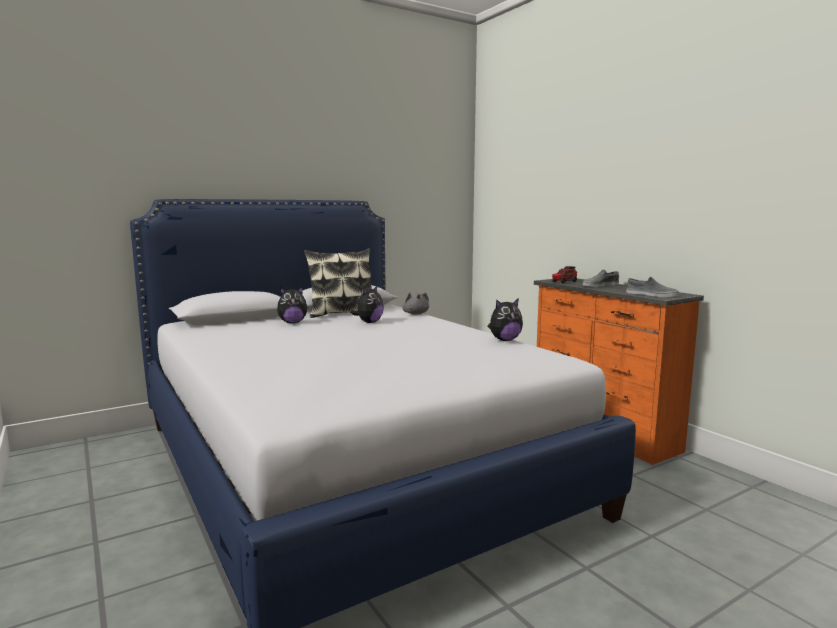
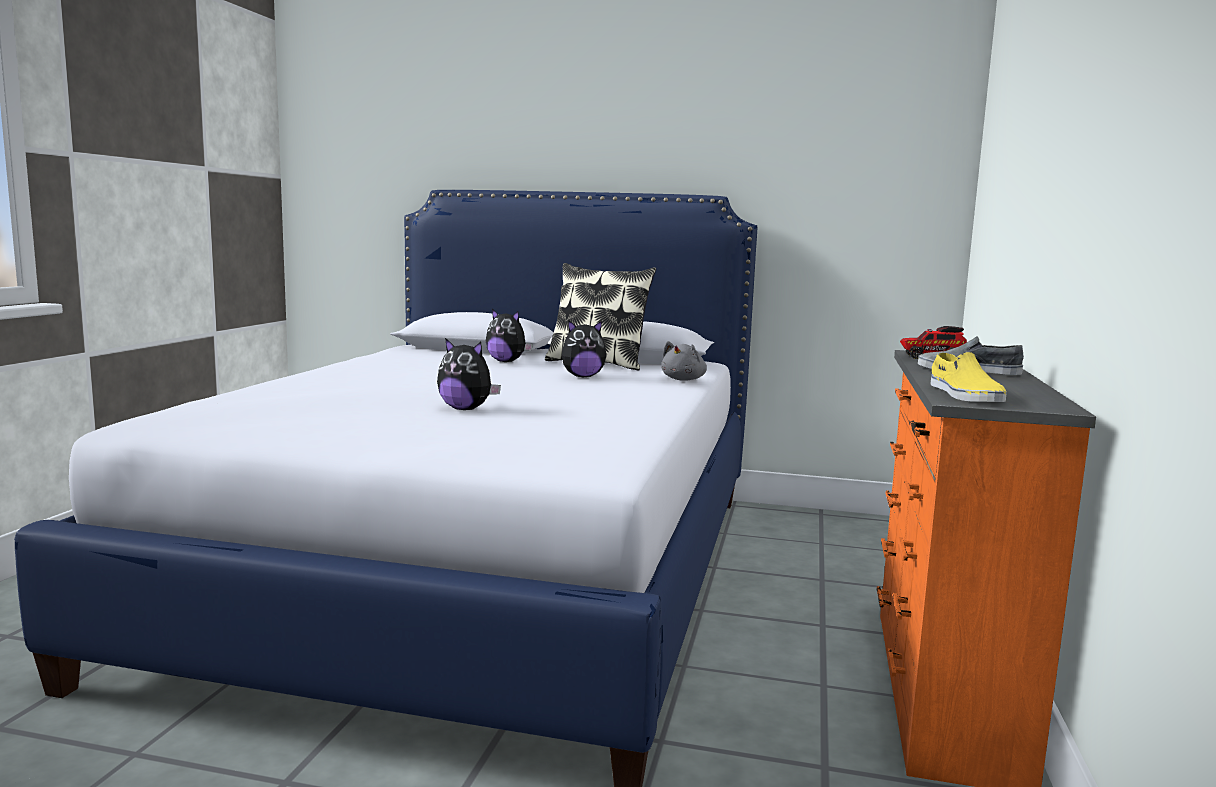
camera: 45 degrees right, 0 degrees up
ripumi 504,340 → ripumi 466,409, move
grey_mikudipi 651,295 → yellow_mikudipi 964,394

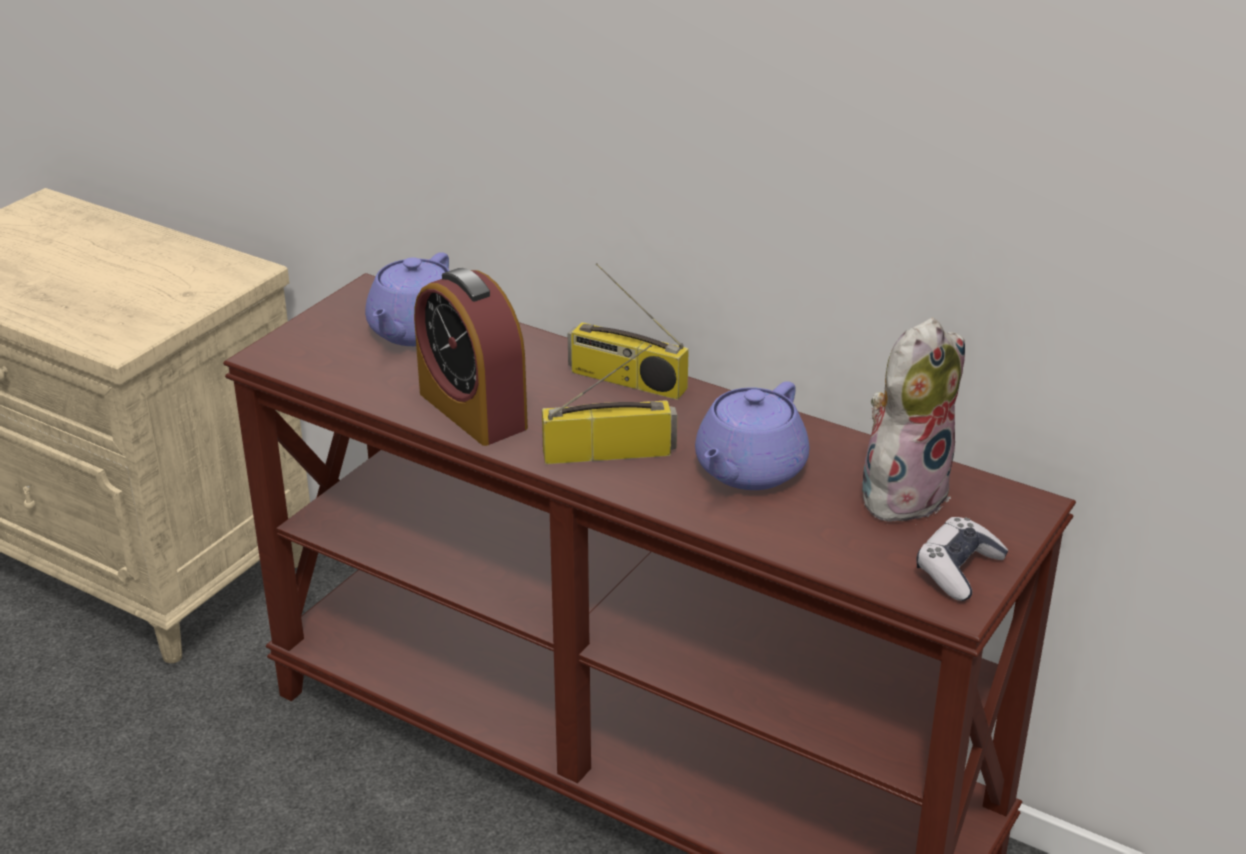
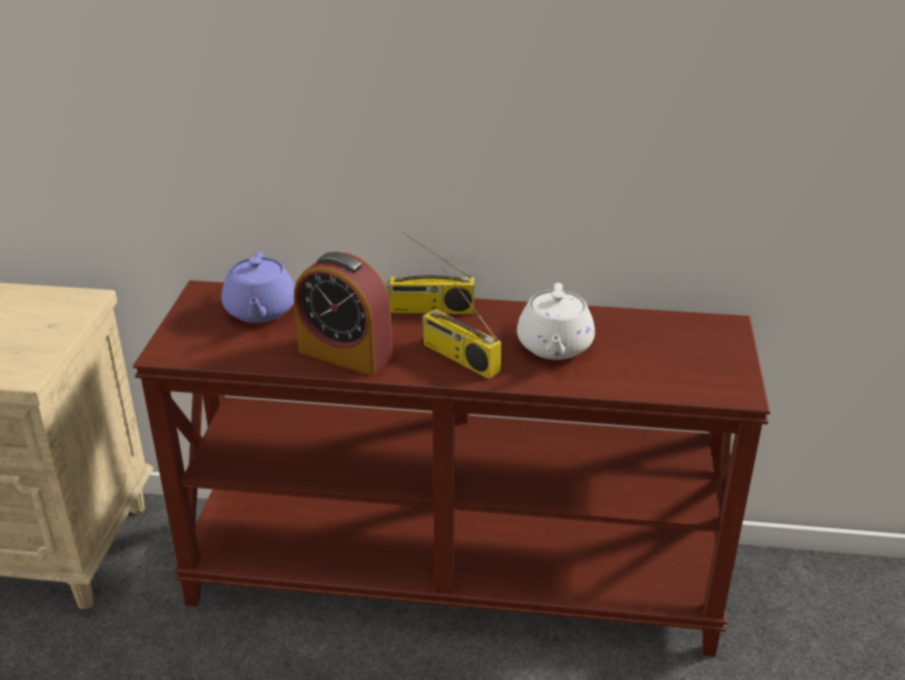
camera: 25 degrees left, 0 degrees up
ripumi 903,492 → -
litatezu 958,570 → -
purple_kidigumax 748,470 → white_kidigumax 554,346
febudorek 609,452 → febudorek 458,358, 105 degrees counterclockwise

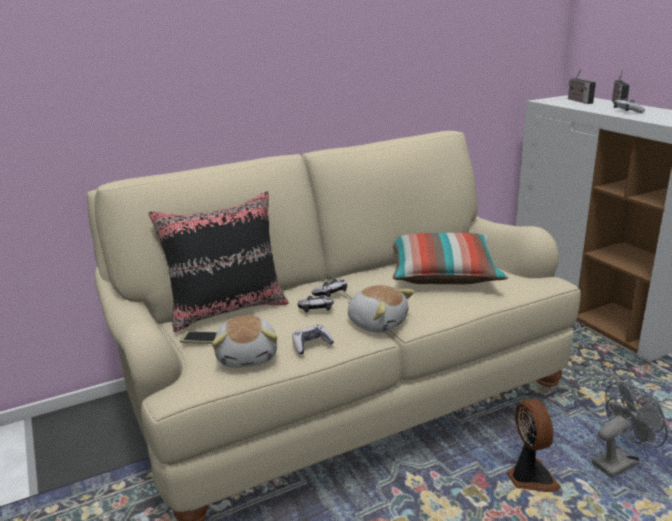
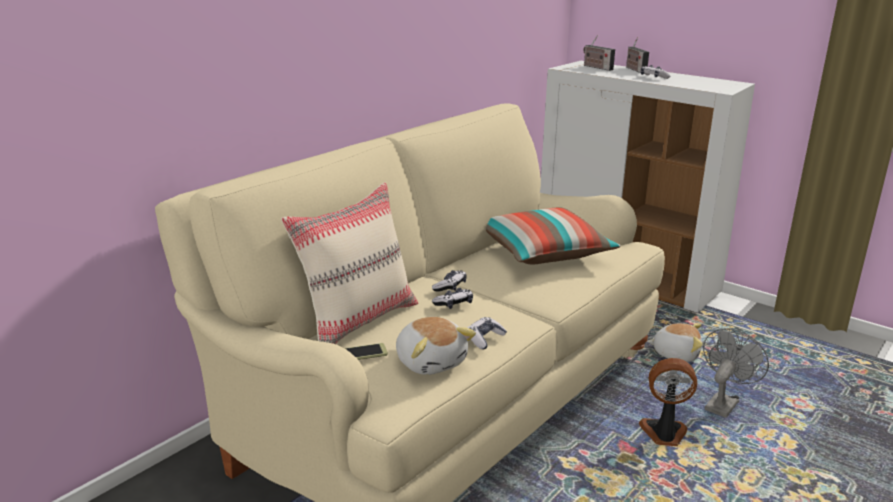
camera: 25 degrees left, 0 degrees up
ripumi 377,323 → ripumi 675,353, move
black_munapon 228,309 → beige_munapon 358,320
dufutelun 530,477 → dufutelun 664,434, 45 degrees counterclockwise

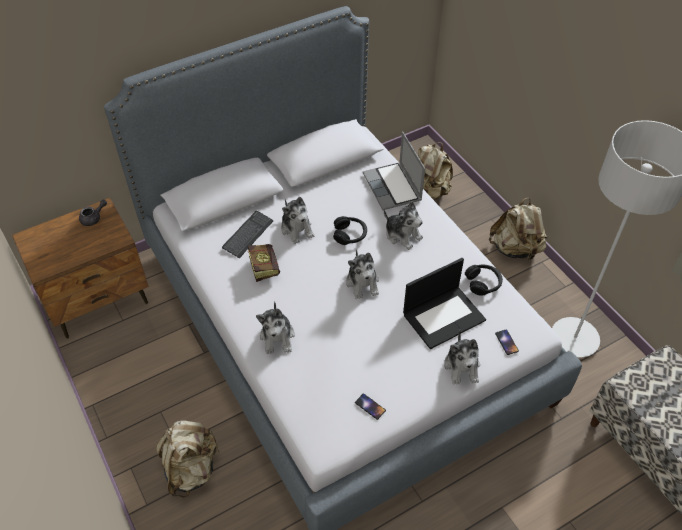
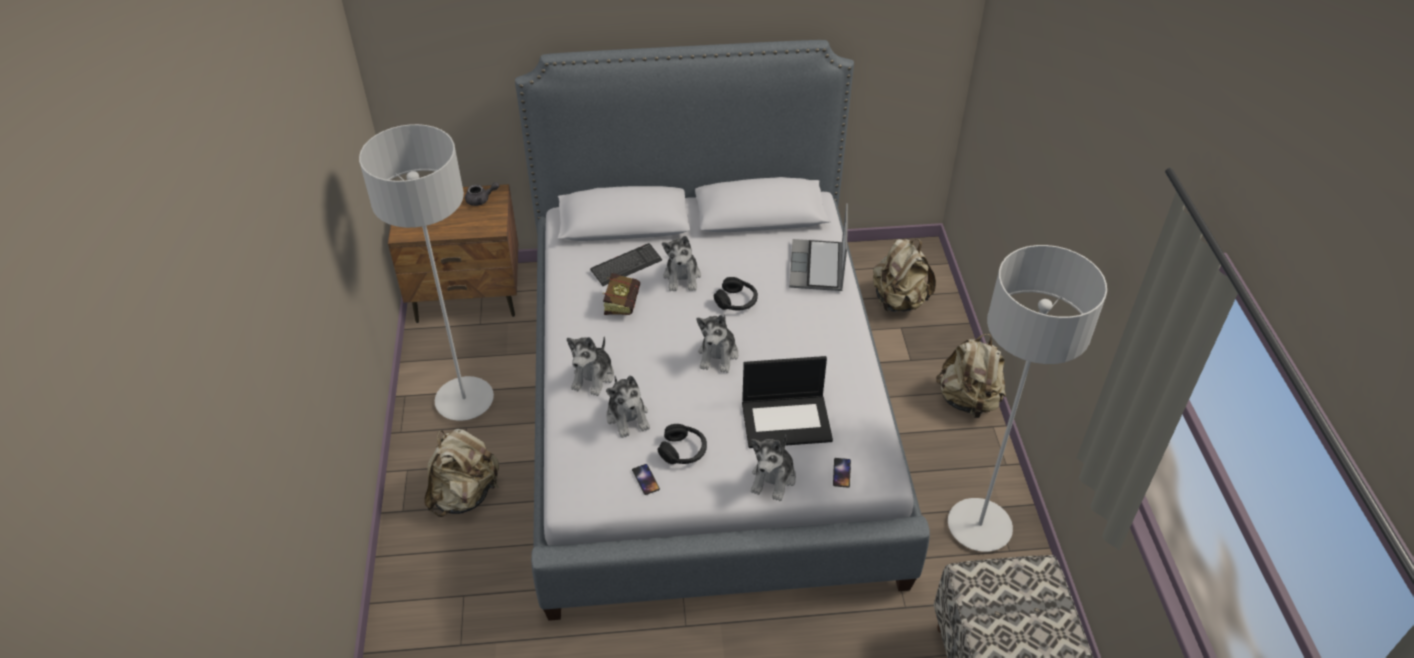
camera: 25 degrees right, 5 degrees down
- → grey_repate 464,400
ripumi 402,235 → ripumi 628,417, move
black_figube 483,283 → black_figube 683,451, move

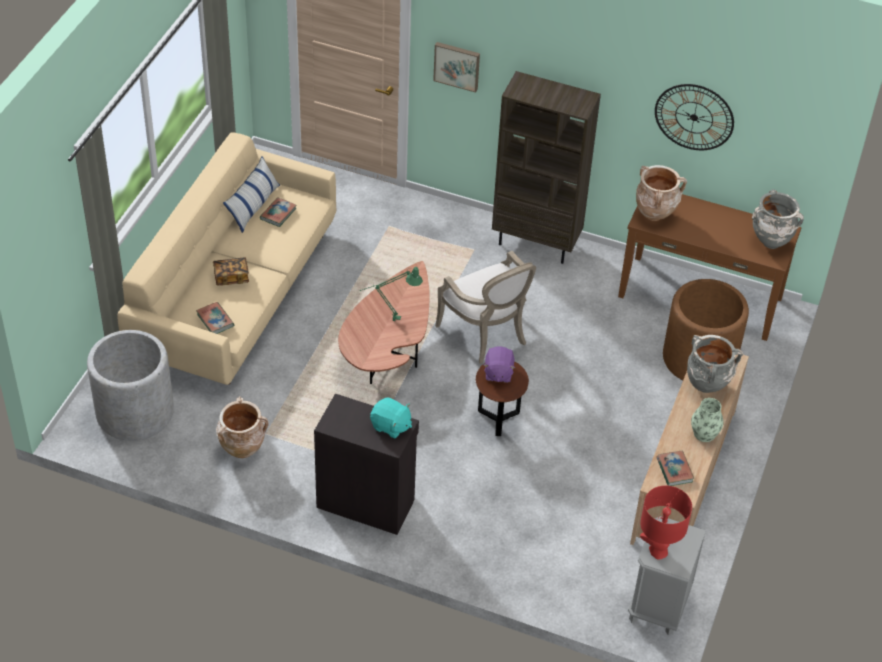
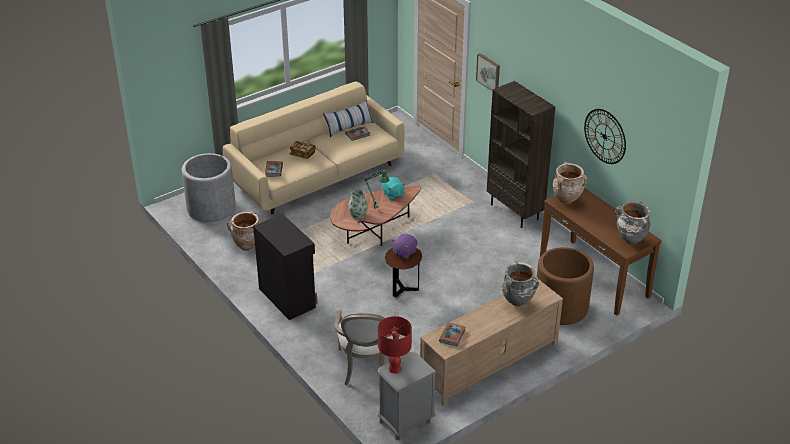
camera: 35 degrees right, 10 degrees down
turquoise_ripumi 391,426 → turquoise_ripumi 393,194, move
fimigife 487,335 → fimigife 367,369, move
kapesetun 704,433 → kapesetun 358,215, move

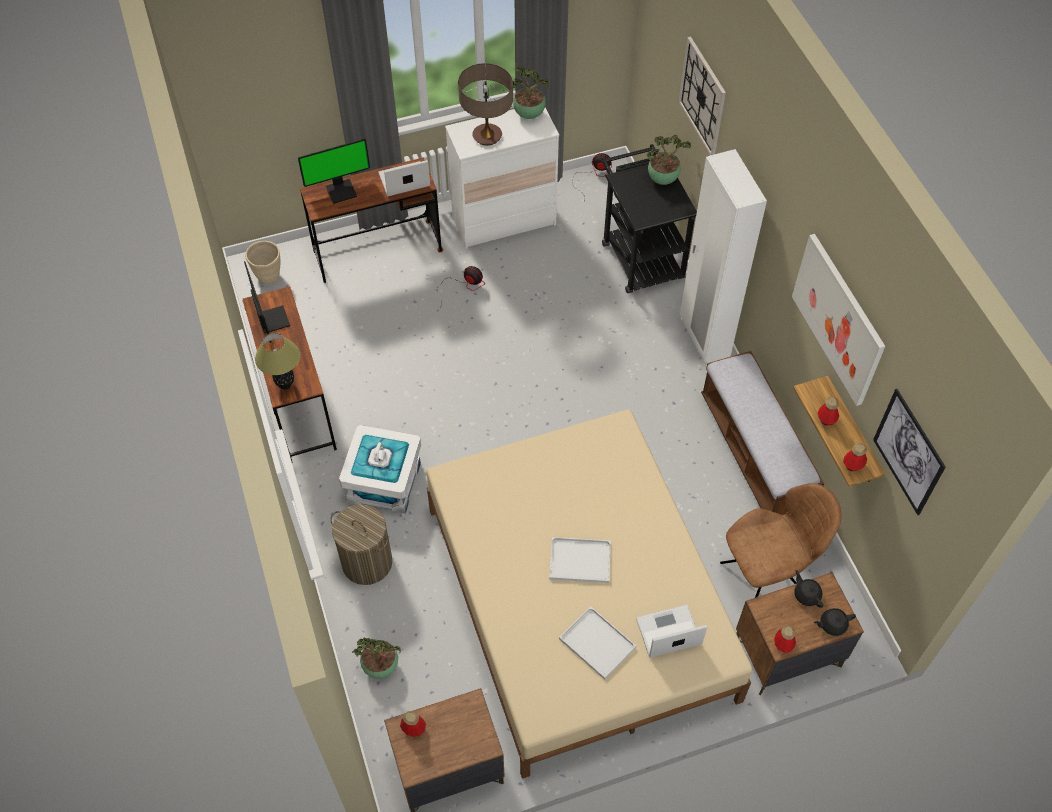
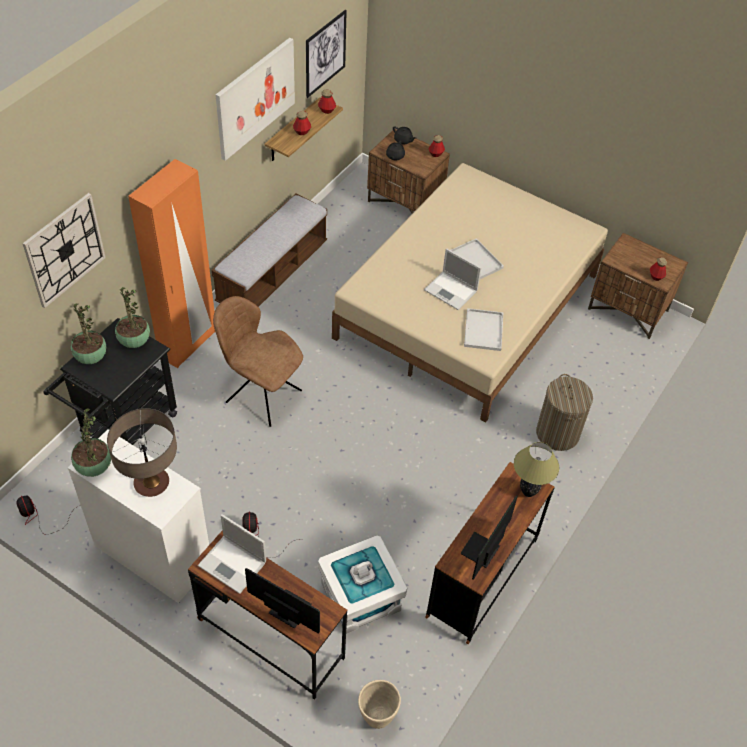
camera: 130 degrees left, 5 degrees down
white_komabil 384,482 → white_komabil 361,597, move
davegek 382,666 → davegek 134,341, move
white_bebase 595,642 → white_bebase 484,331, move
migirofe 667,632 → migirofe 451,291, move
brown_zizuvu 766,578 → brown_zizuvu 261,395, move
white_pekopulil 703,339 → orange_pekopulil 188,344

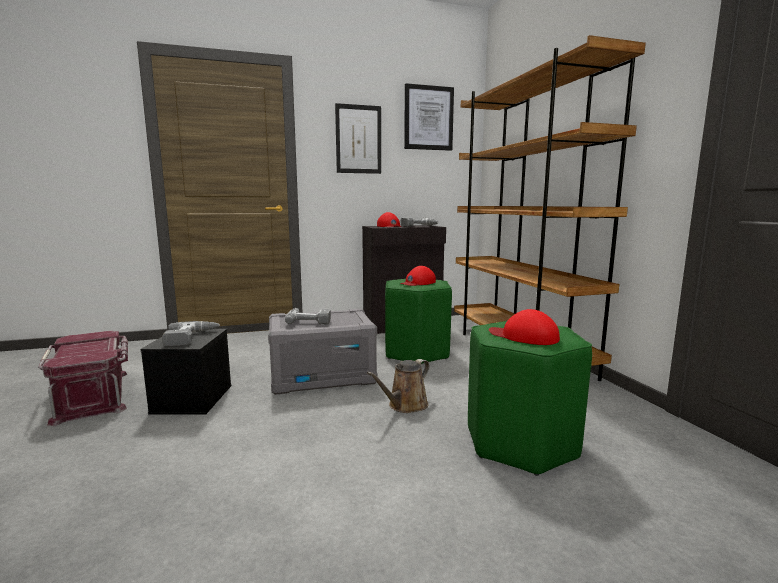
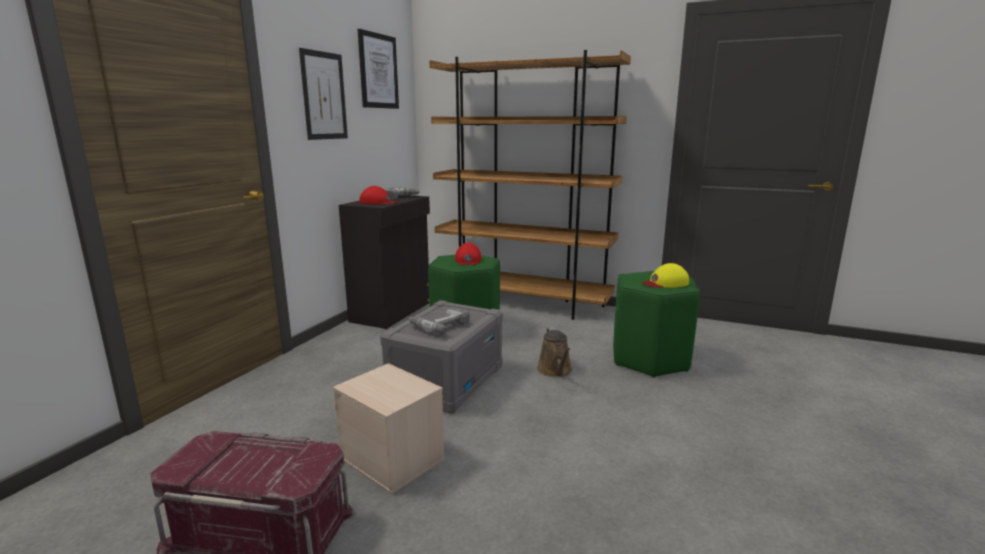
camera: 50 degrees left, 5 degrees up
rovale 191,338 → -
black_komabil 193,399 → beige_komabil 393,459
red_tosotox 524,336 → yellow_tosotox 665,283

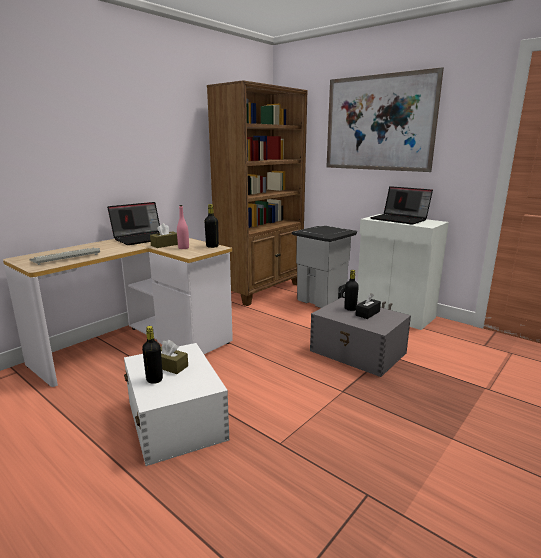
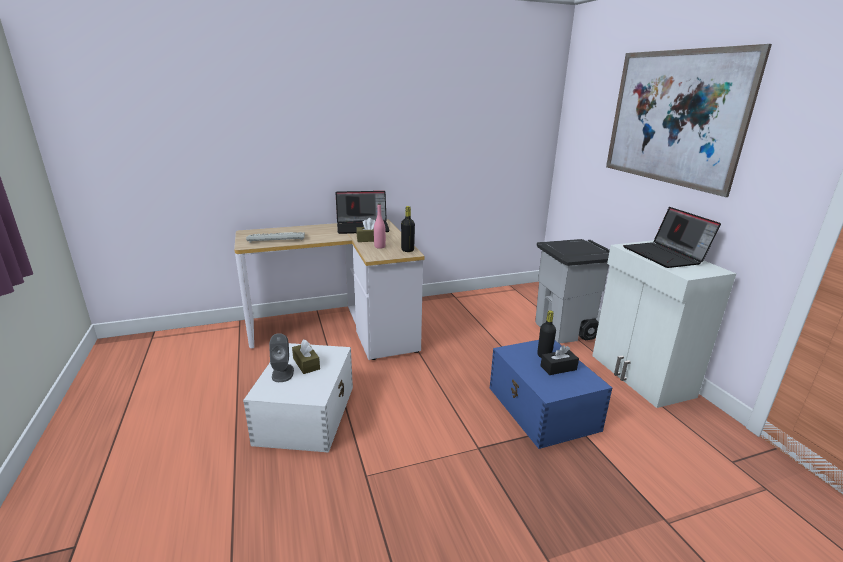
camera: 30 degrees right, 5 degrees up
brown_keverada 261,289 → -
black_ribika 154,379 → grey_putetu 283,373
grey_komabil 358,352 → blue_komabil 542,409

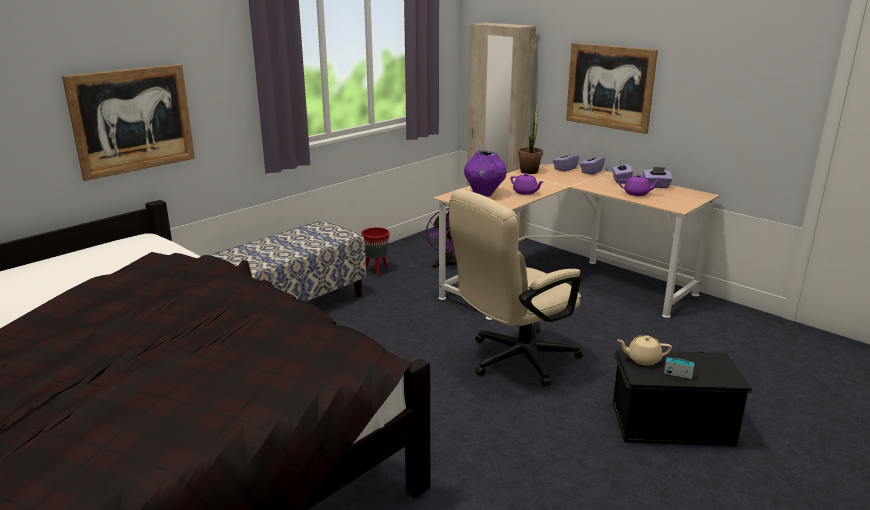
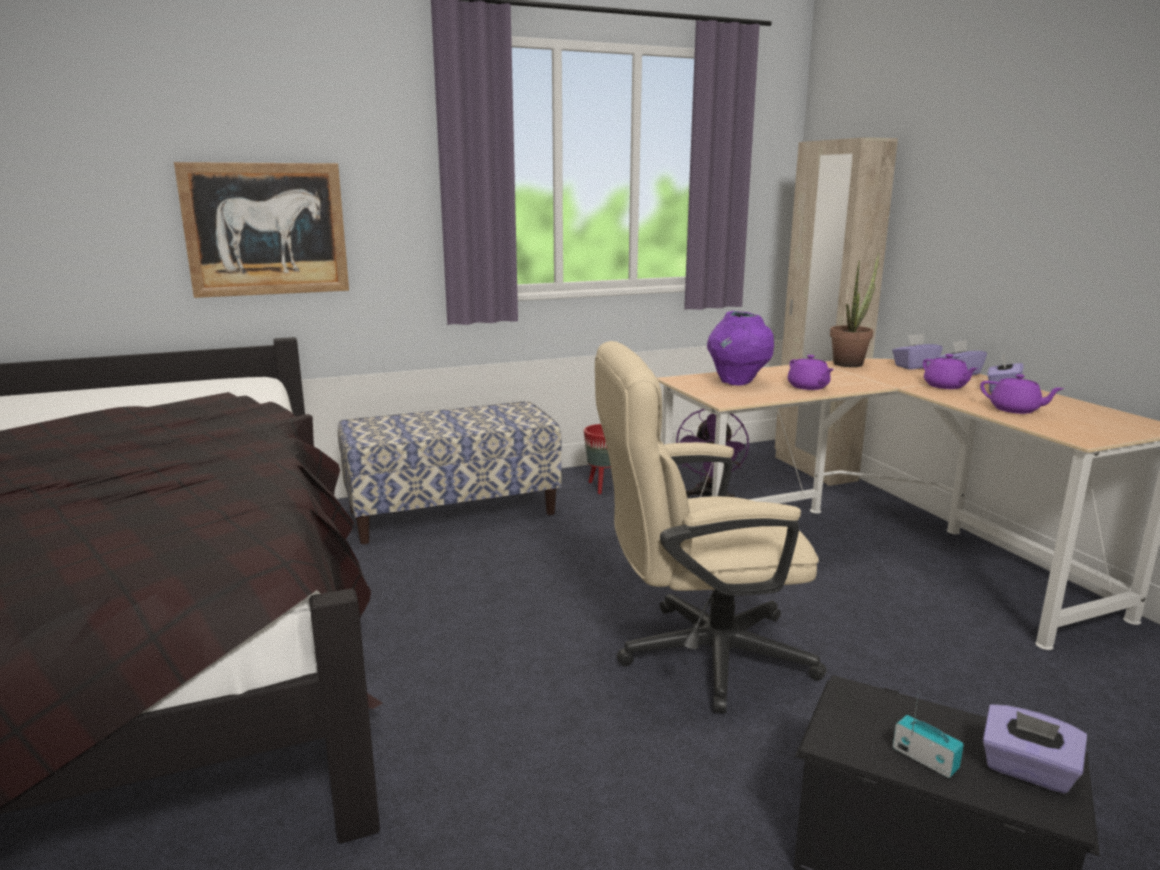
camera: 25 degrees right, 5 degrees down
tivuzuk 609,87 → -
beige_kidigumax 643,359 → -
- → purple_kidigumax 945,386
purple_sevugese 656,186 → purple_sevugese 1027,770, move

